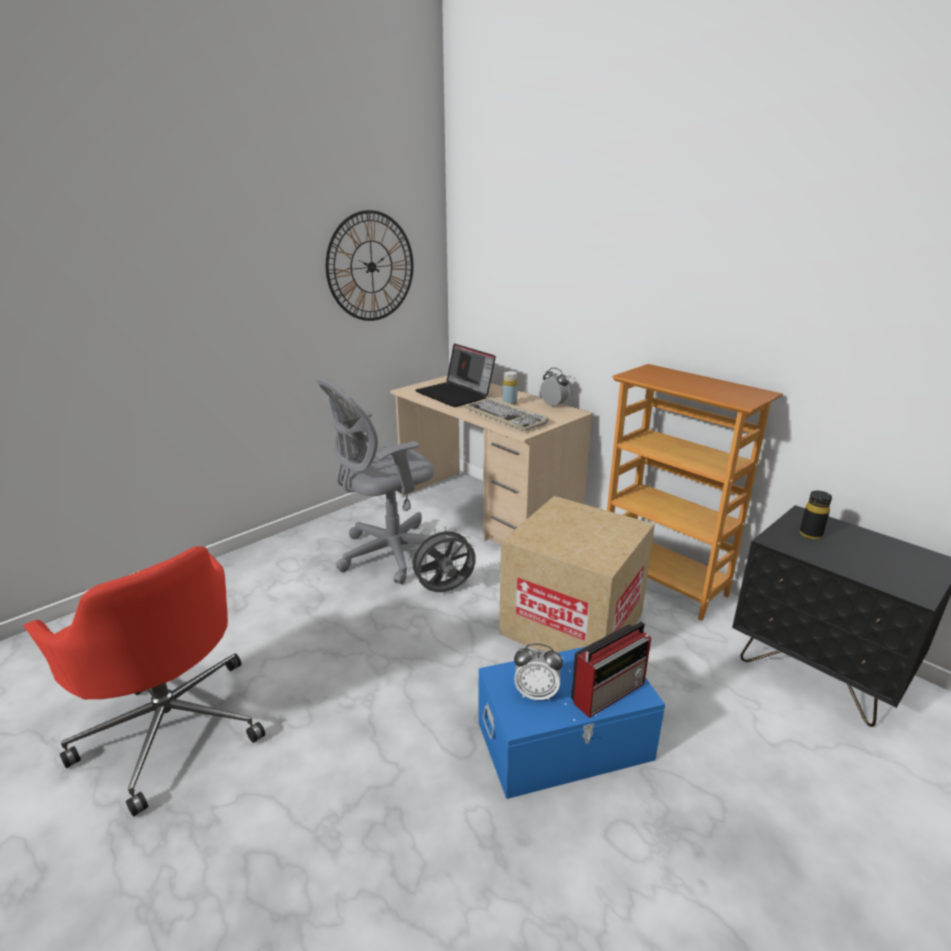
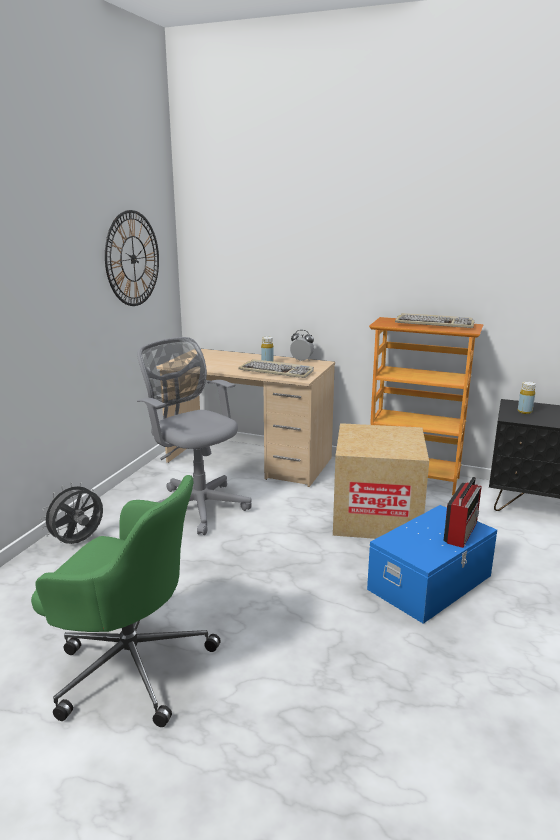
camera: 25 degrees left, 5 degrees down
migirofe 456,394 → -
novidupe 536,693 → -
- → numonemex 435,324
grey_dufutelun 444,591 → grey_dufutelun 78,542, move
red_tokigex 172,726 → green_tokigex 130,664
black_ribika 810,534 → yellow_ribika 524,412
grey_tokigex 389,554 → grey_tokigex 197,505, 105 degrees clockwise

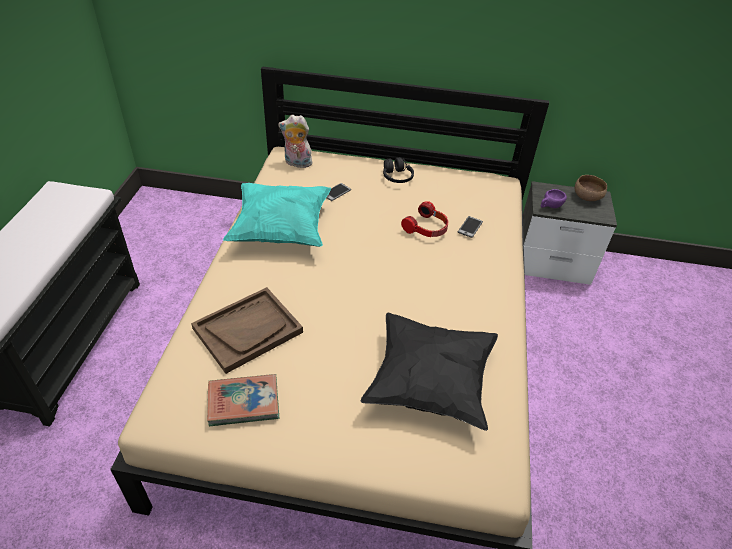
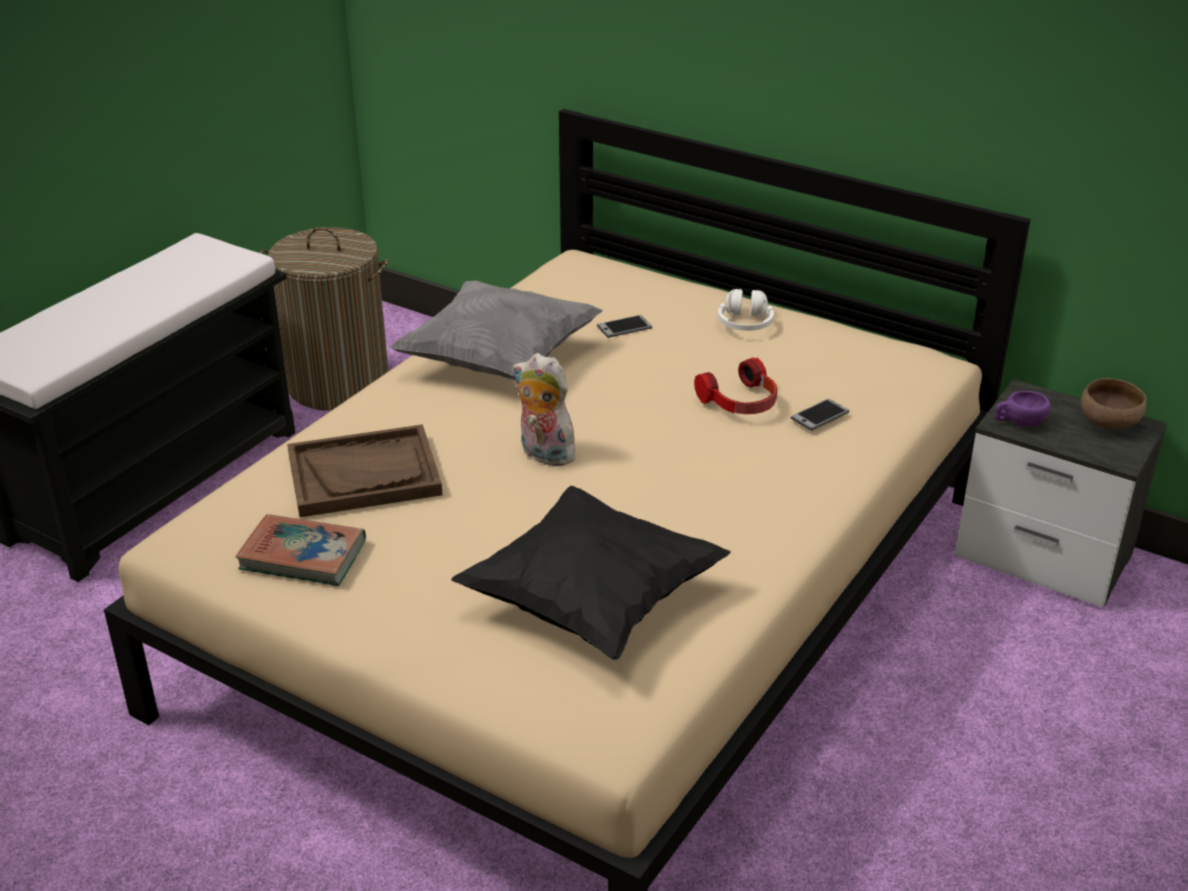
camera: 25 degrees right, 10 degrees down
- → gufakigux 338,384
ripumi 297,163 → ripumi 543,454, move
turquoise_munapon 281,230 → grey_munapon 499,361
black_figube 397,177 → white_figube 745,323

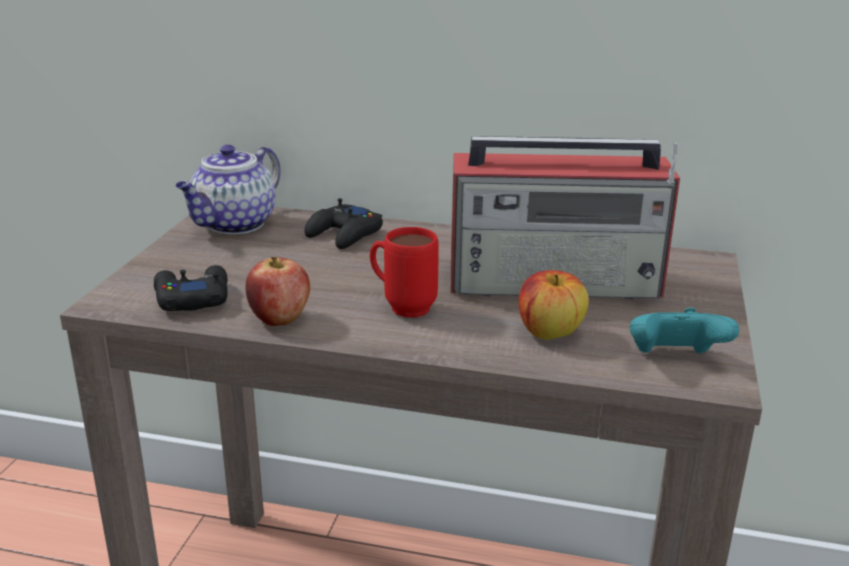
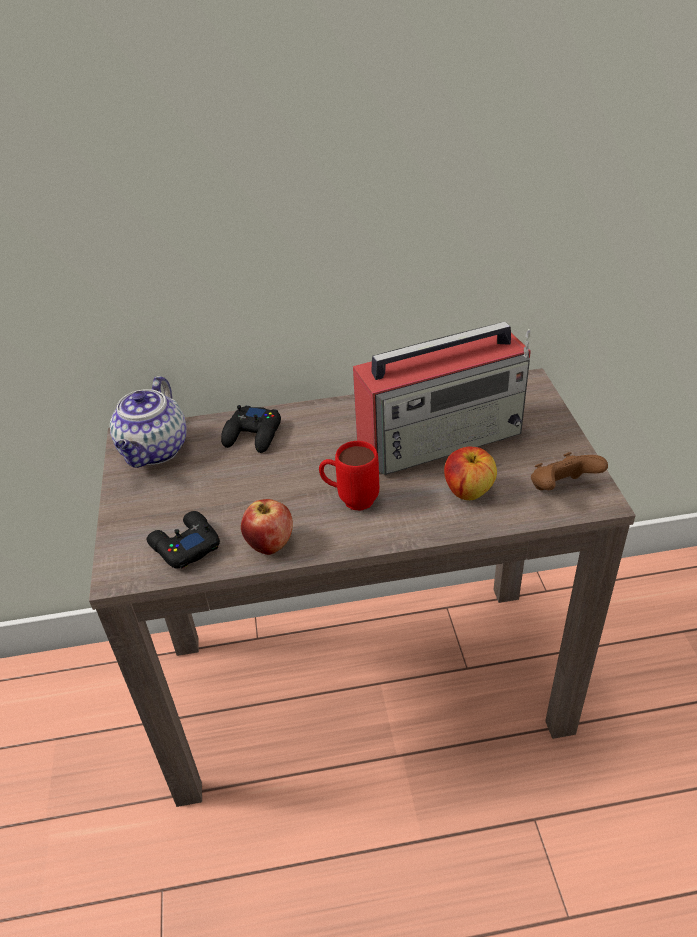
camera: 20 degrees left, 15 degrees up
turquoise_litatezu 674,360 → brown_litatezu 561,489

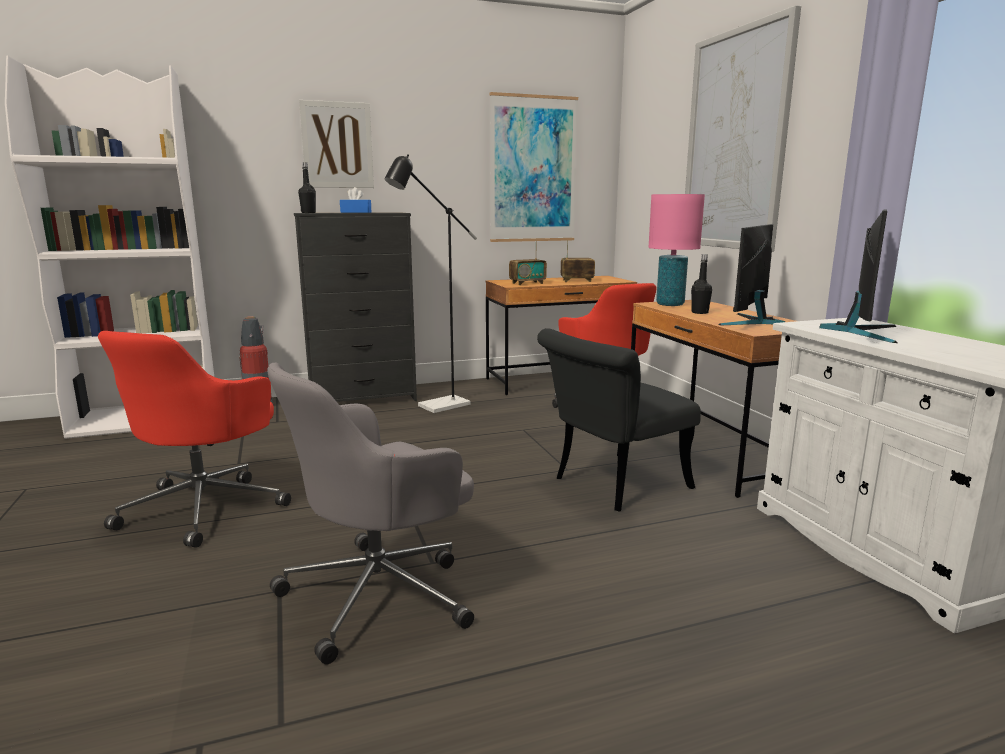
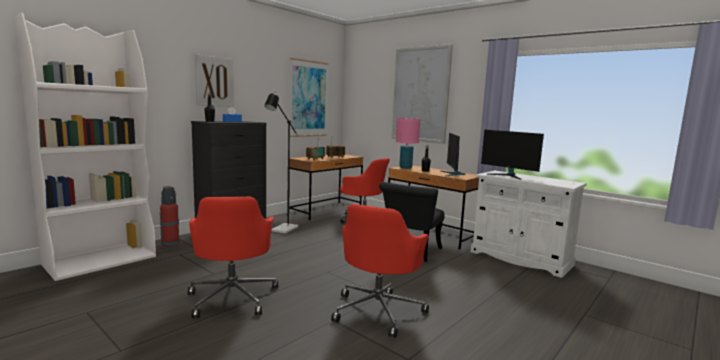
camera: 30 degrees left, 5 degrees down
grey_tokigex 381,594 → red_tokigex 378,310
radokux 861,331 → radokux 508,176, 135 degrees clockwise

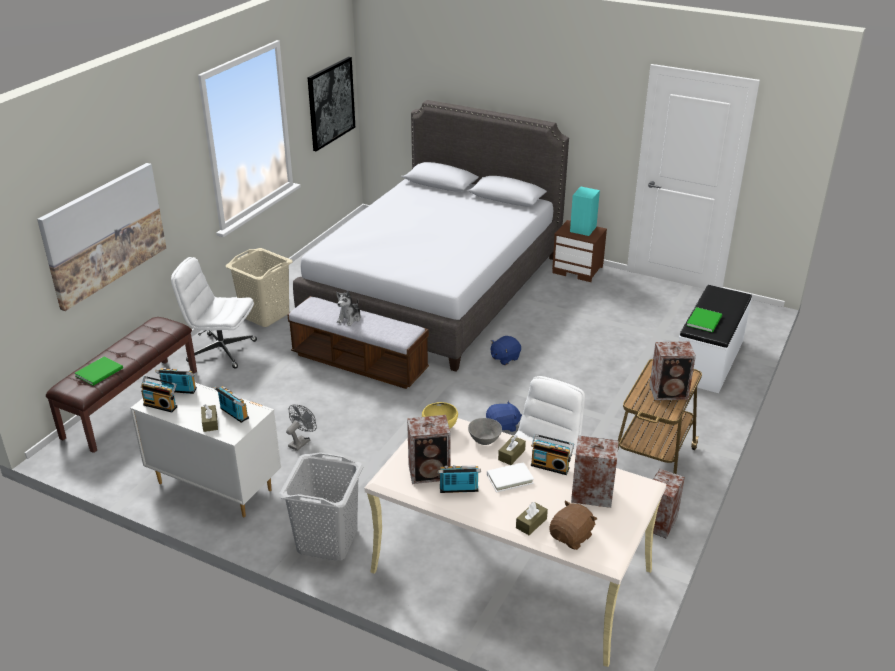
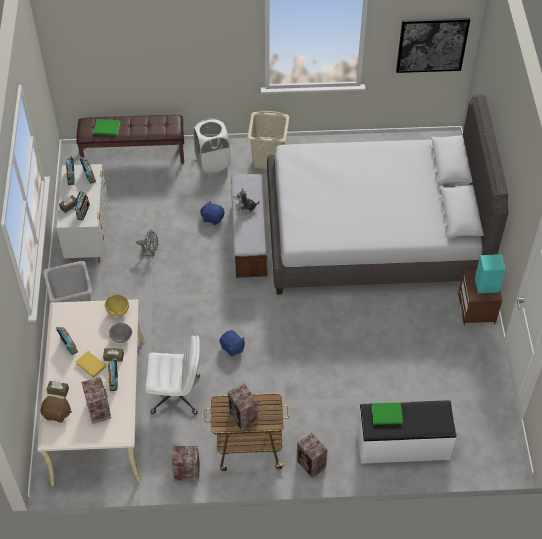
camera: 60 degrees right, 20 degrees up
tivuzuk 104,234 → -
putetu 430,472 → putetu 311,465, move
blue_ripumi 504,358 → blue_ripumi 212,218, move
white_tokigex 221,351 → white_gufakigux 212,162
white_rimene 510,479 → yellow_rimene 91,365

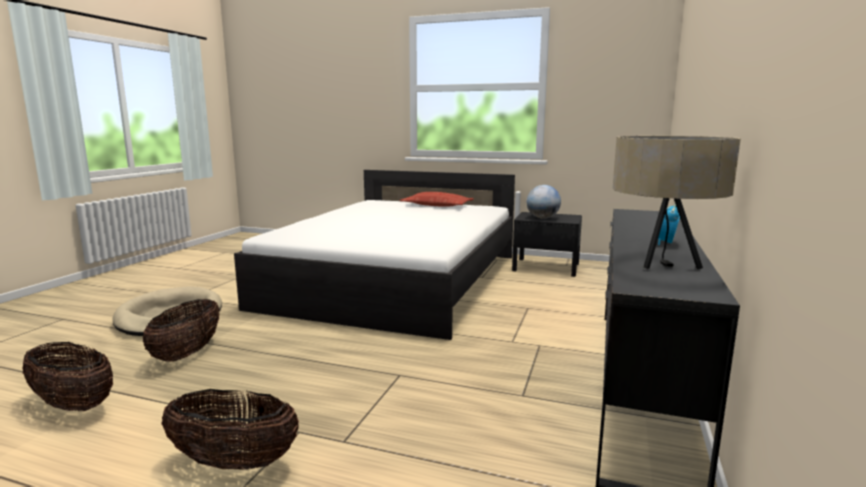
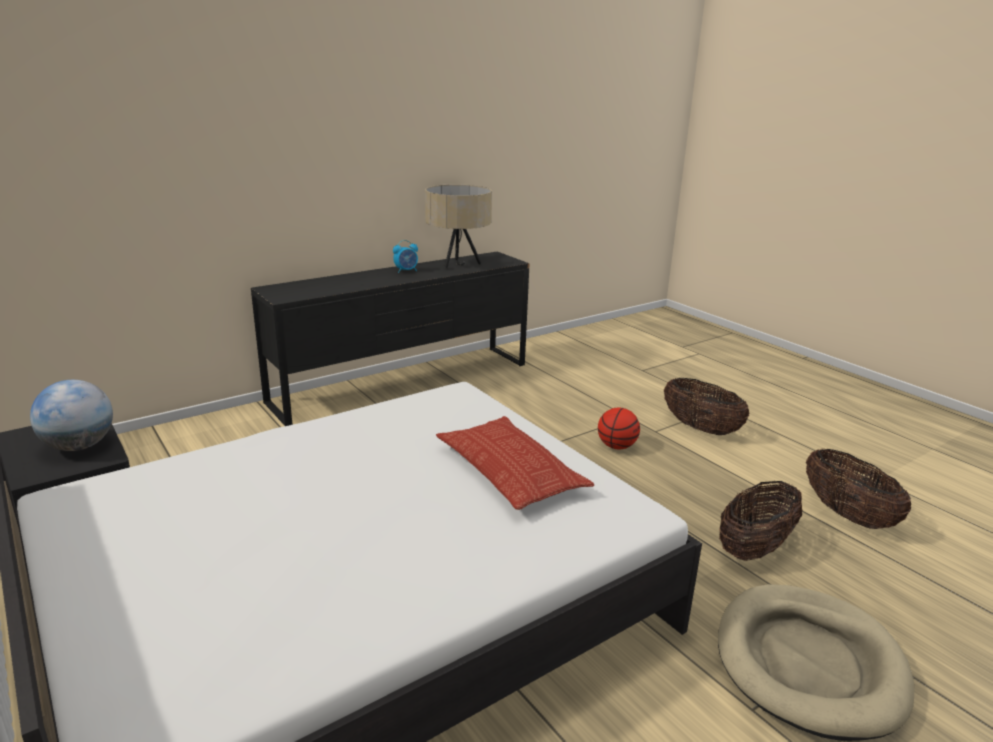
camera: 145 degrees left, 10 degrees up
- → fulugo 616,446
munapon 437,205 → munapon 509,470, move

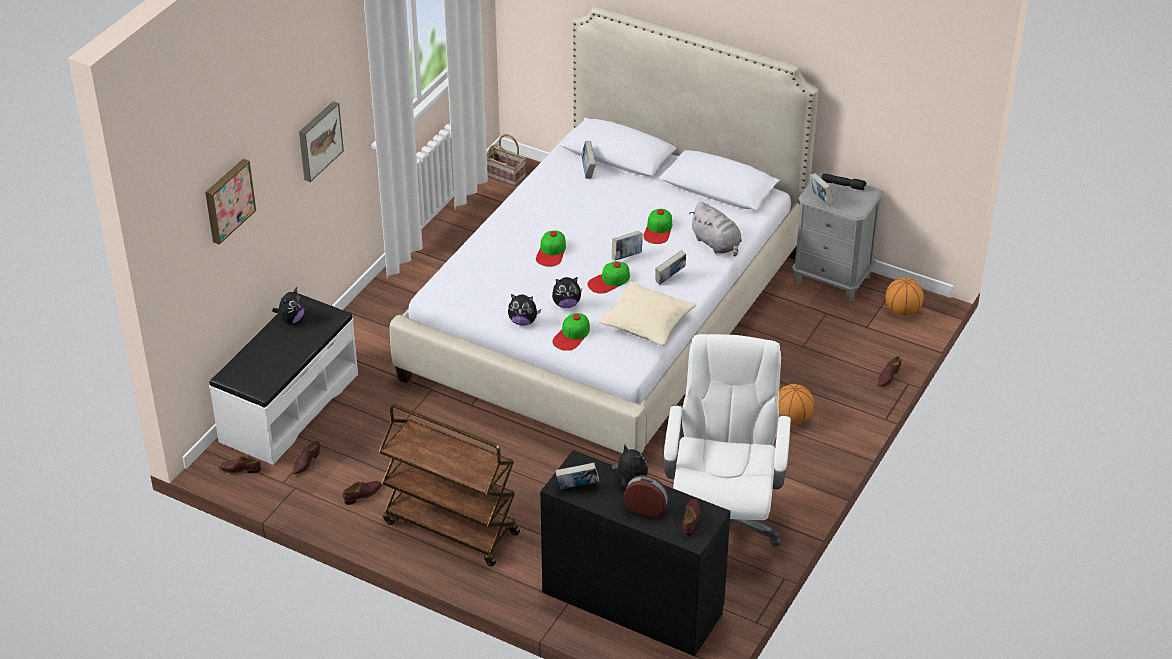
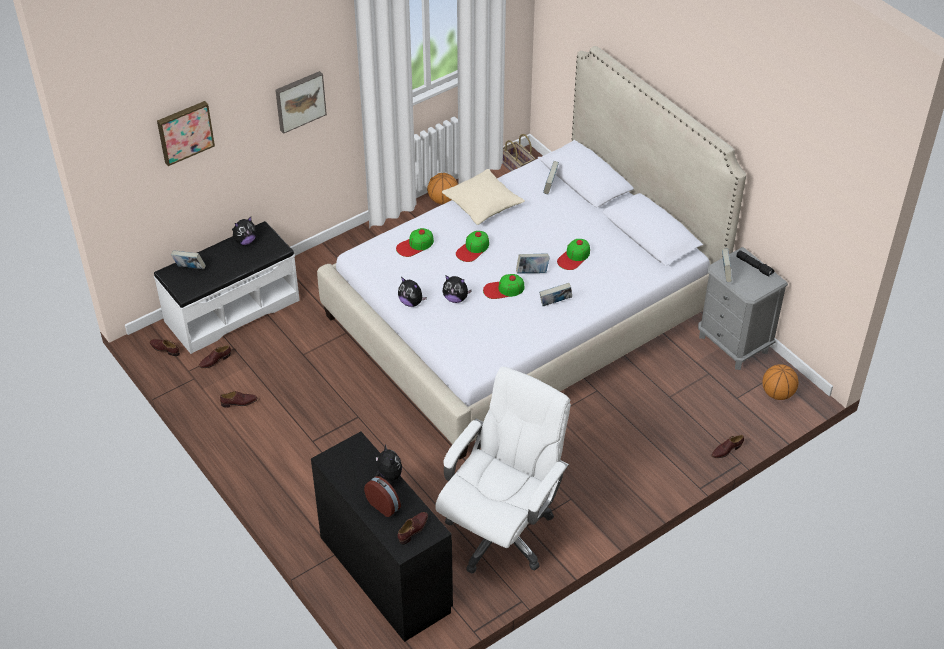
camera: 25 degrees right, 5 degrees up
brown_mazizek 450,528 → -
grey_ripumi 717,244 → -
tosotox 571,335 → tosotox 415,245, move
rimene 577,487 → rimene 190,268, move
beige_munapon 647,323 → beige_munapon 483,204, move
fulugo 792,418 → fulugo 443,200, move

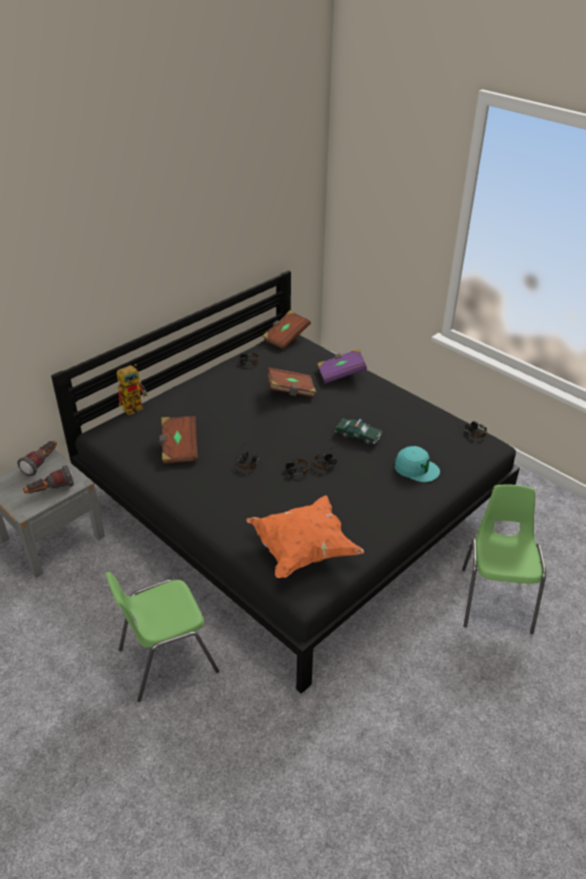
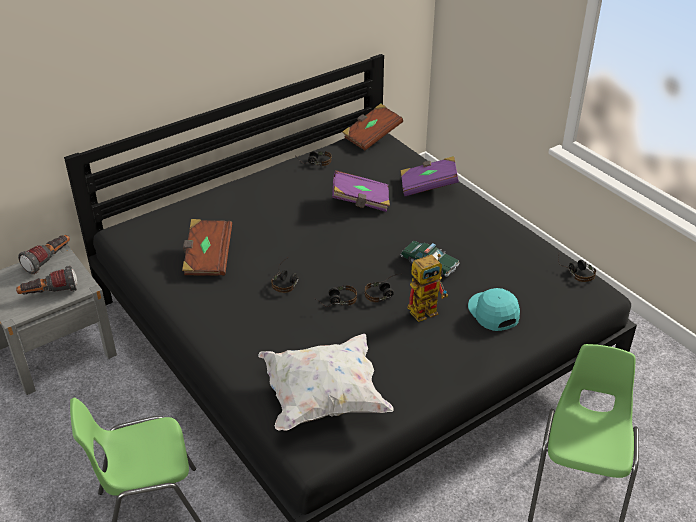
camera: 10 degrees right, 0 degrees up
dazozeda 136,406 → dazozeda 427,309, move
orange_munapon 303,550 → white_munapon 323,398
brown_rimene 291,391 → purple_rimene 360,202
turquoise_tosotox 416,468 → turquoise_tosotox 493,312, 150 degrees counterclockwise

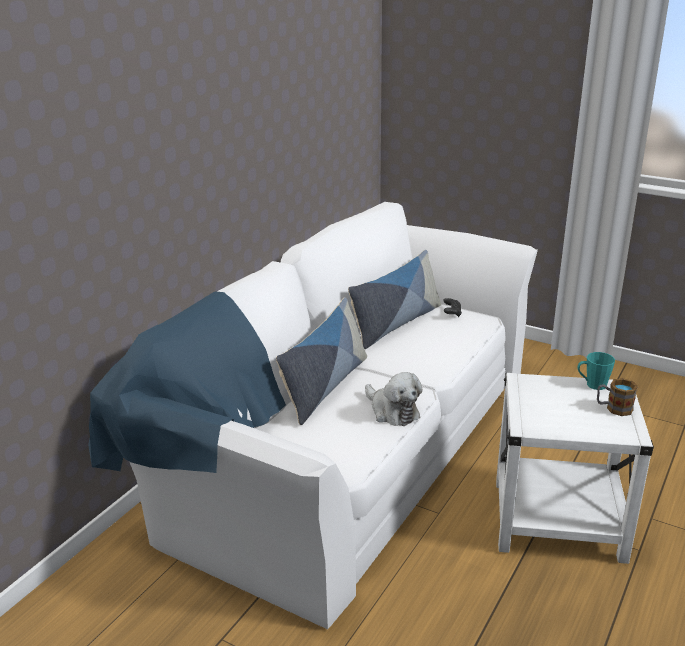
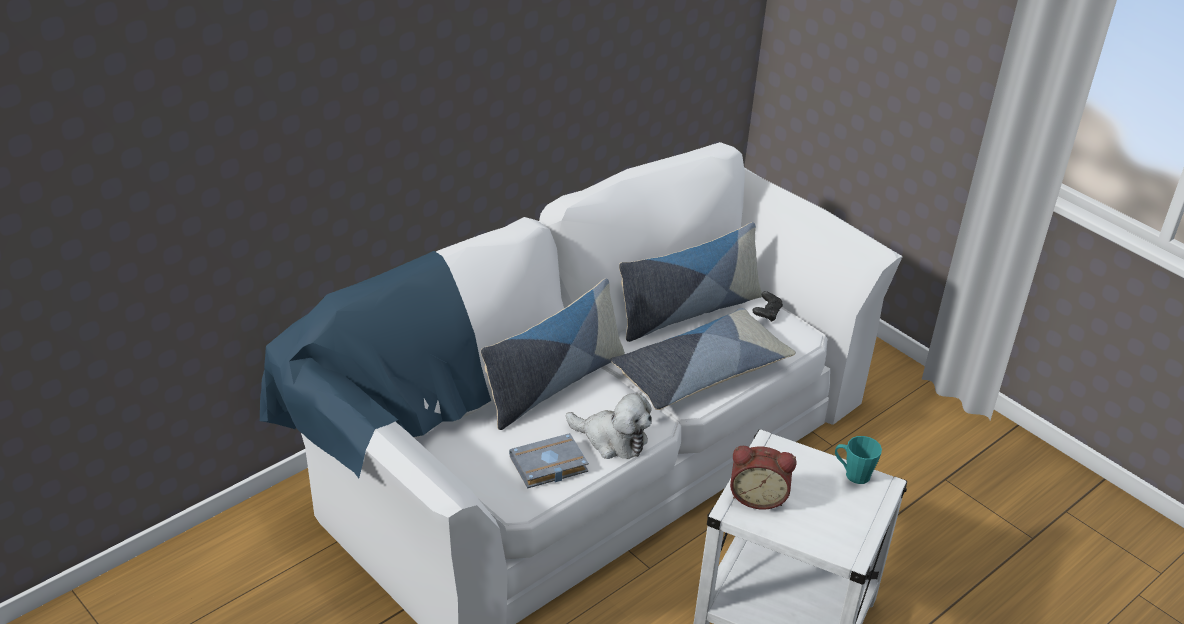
camera: 15 degrees right, 10 degrees up
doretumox 613,408 → -
- → grey_rimene 548,466
- → munapon 700,372
- → novidupe 757,496
ripumi 392,411 → ripumi 612,439, 45 degrees counterclockwise

